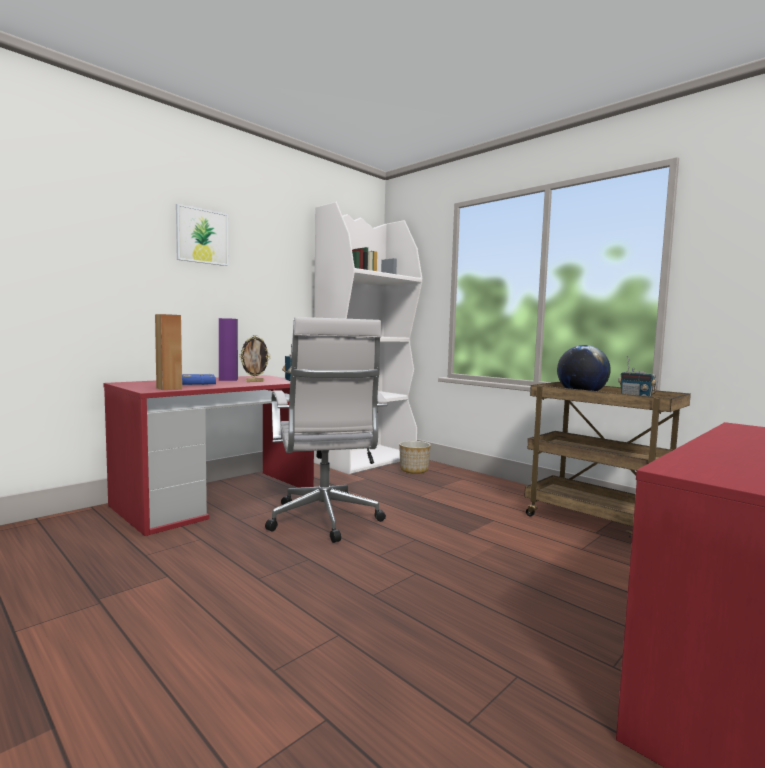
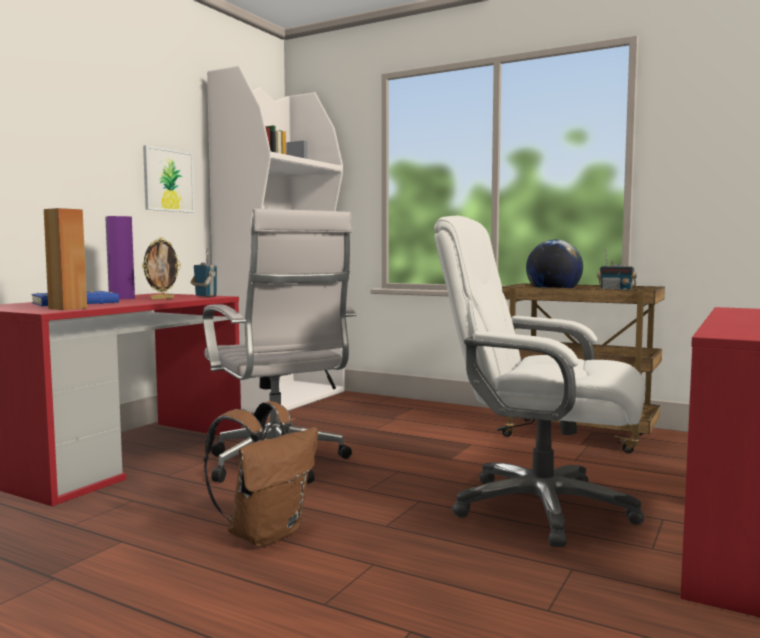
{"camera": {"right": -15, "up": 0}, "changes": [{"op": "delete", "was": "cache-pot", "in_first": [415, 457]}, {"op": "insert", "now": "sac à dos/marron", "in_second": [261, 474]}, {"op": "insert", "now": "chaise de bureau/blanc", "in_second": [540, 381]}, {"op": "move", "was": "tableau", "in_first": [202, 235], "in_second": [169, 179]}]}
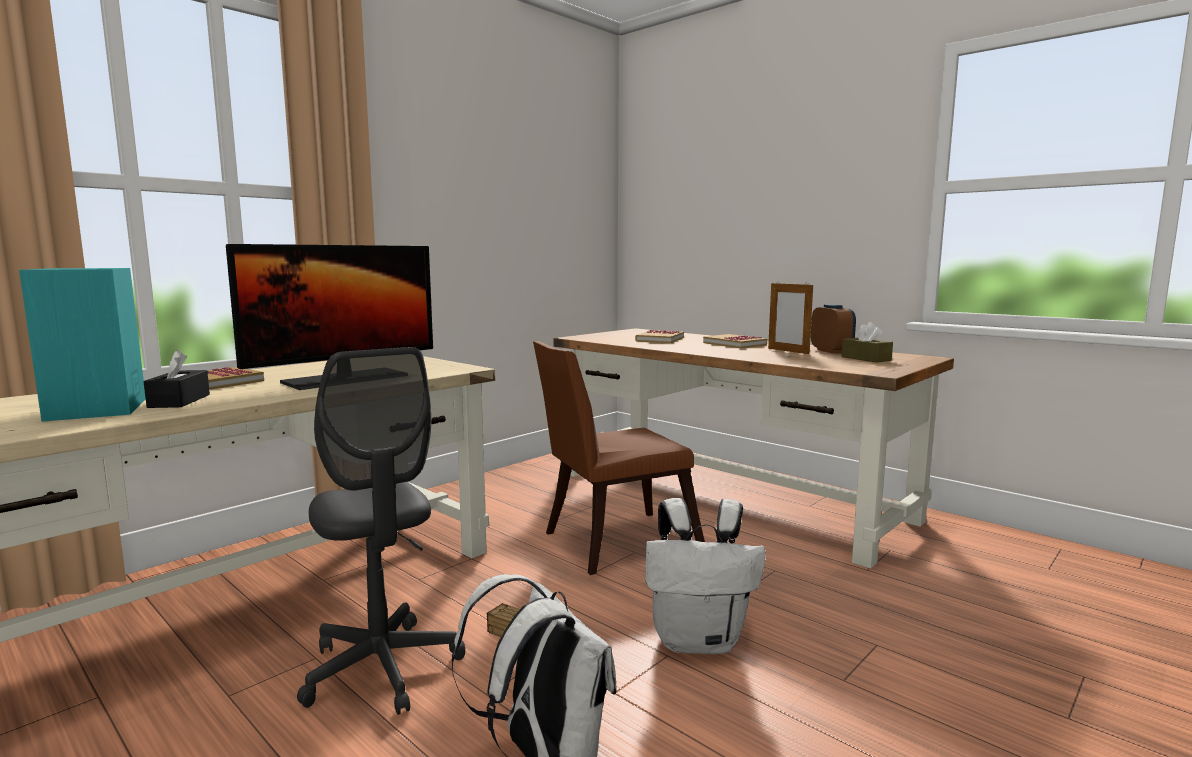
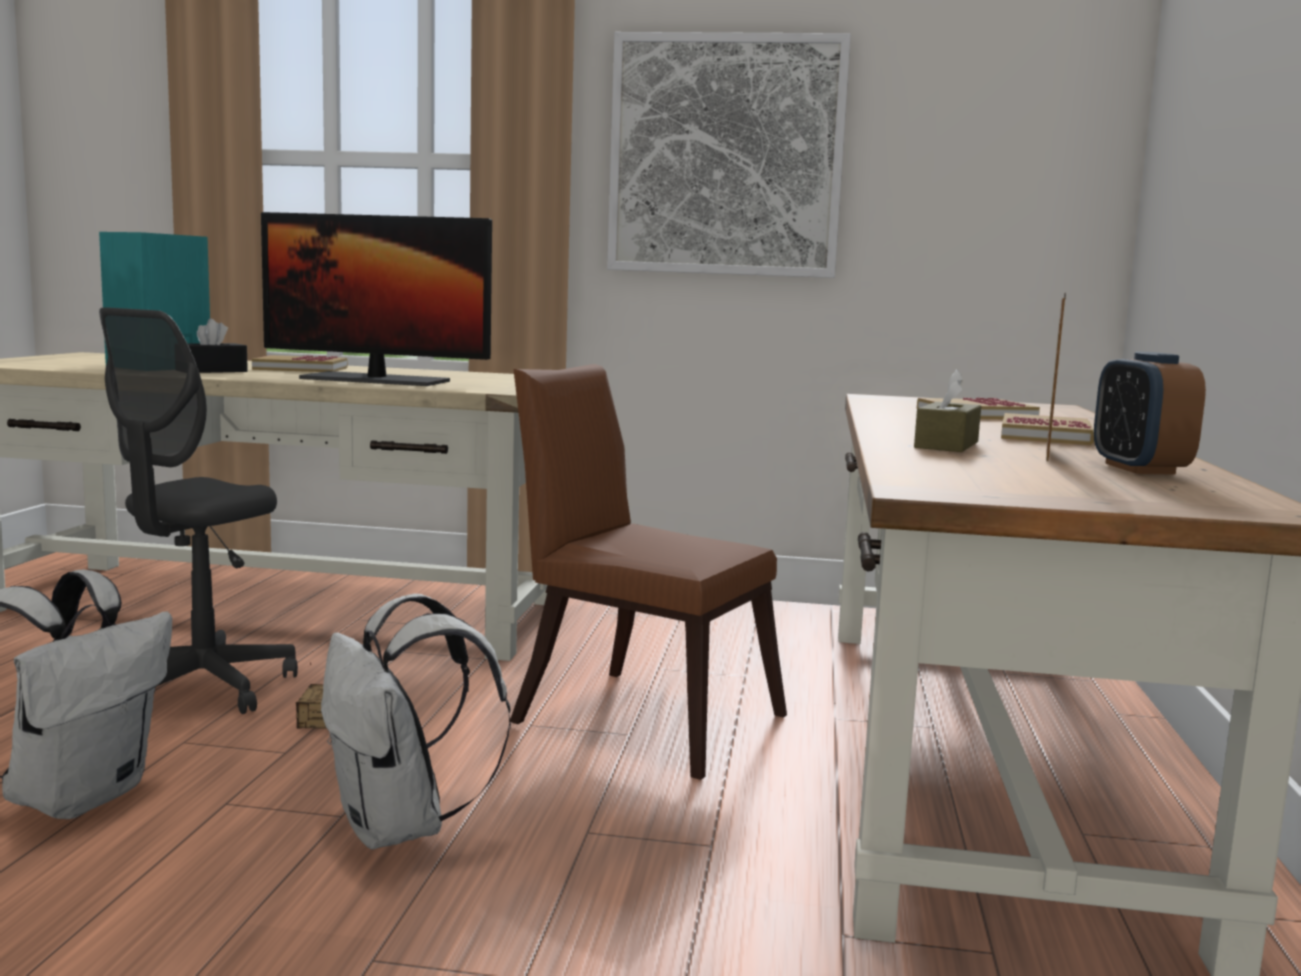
{"camera": {"right": 55, "up": 0}, "changes": [{"op": "insert", "now": "tableau", "in_second": [729, 155]}, {"op": "move", "was": "boîte à mouchoirs/marron", "in_first": [867, 342], "in_second": [947, 411]}, {"op": "rotate", "was": "réveil", "in_first": [833, 328], "in_second": [1150, 413], "clockwise": 135}]}
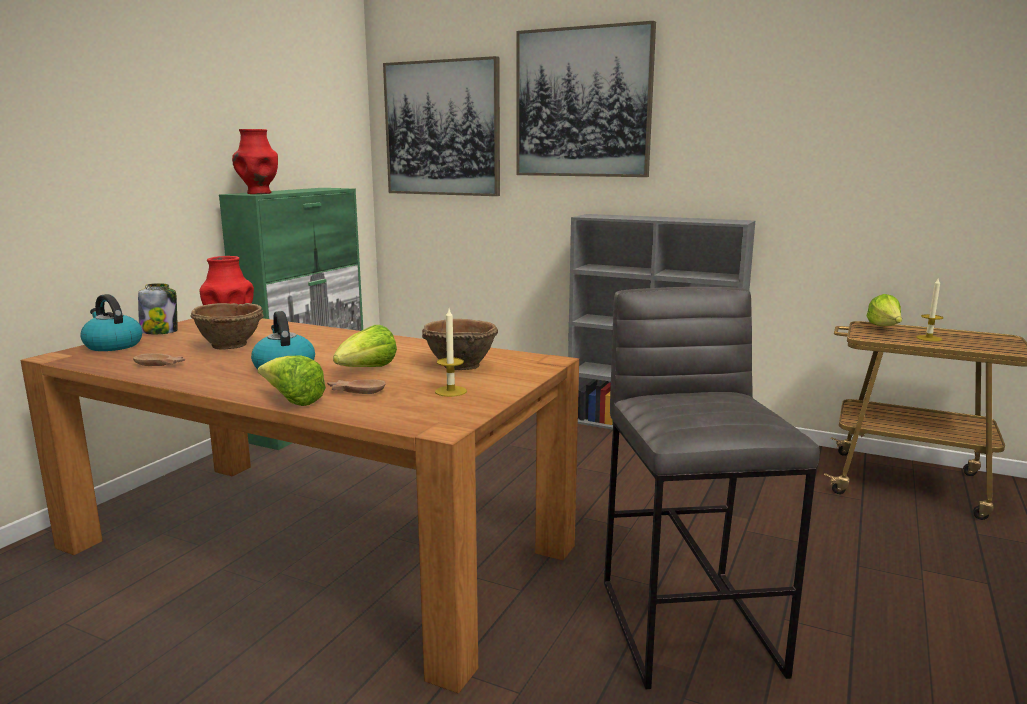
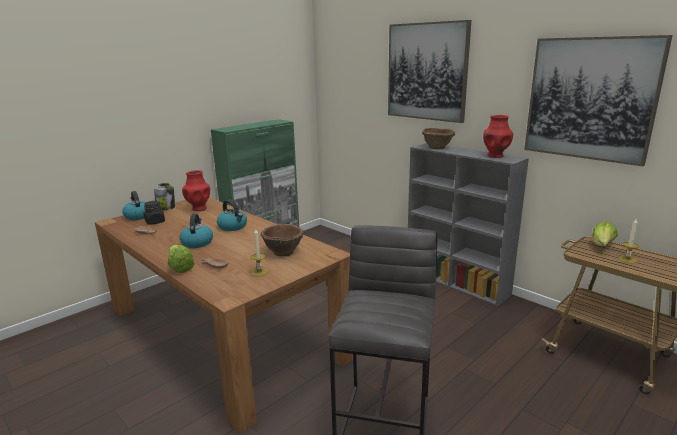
{"camera": {"right": 20, "up": 5}, "changes": [{"op": "delete", "was": "laitue", "in_first": [365, 346]}, {"op": "insert", "now": "bocal/noir", "in_second": [154, 213]}, {"op": "insert", "now": "bouilloire", "in_second": [232, 215]}, {"op": "move", "was": "bol/marron", "in_first": [227, 326], "in_second": [438, 138]}, {"op": "move", "was": "vase/rouge", "in_first": [255, 161], "in_second": [498, 136]}, {"op": "move", "was": "tableau", "in_first": [441, 126], "in_second": [598, 100]}]}
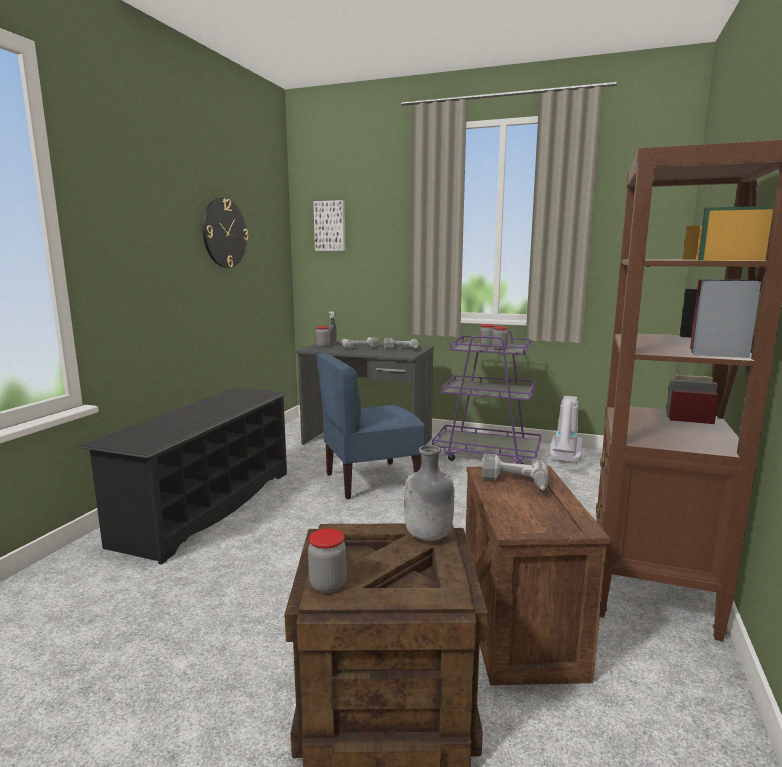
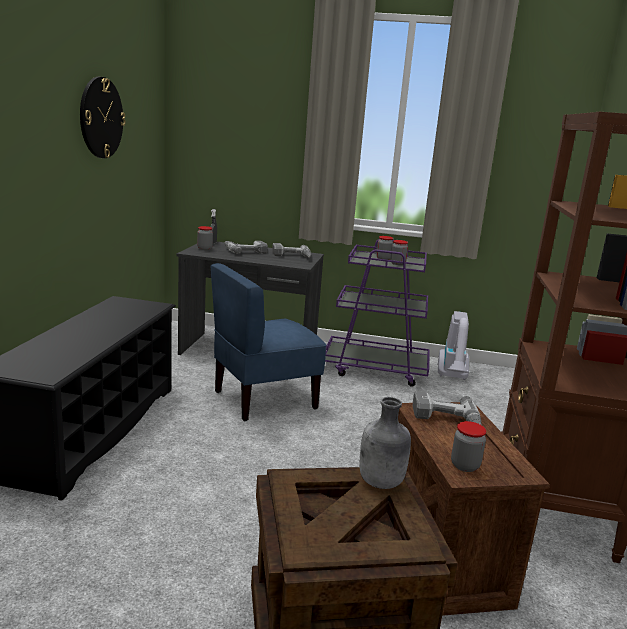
{"camera": {"right": -10, "up": 5}, "changes": [{"op": "delete", "was": "tableau", "in_first": [329, 225]}, {"op": "move", "was": "bocal", "in_first": [327, 560], "in_second": [468, 446]}]}
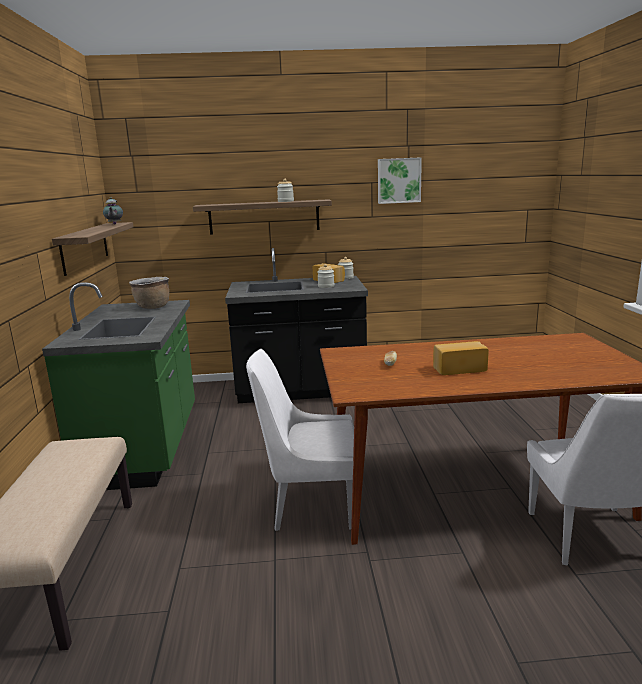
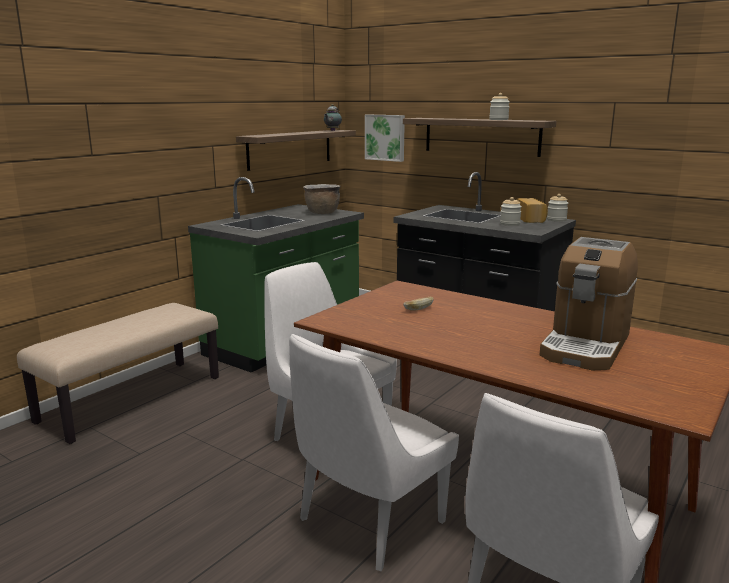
{"camera": {"right": 40, "up": 0}, "changes": [{"op": "delete", "was": "pain", "in_first": [461, 358]}, {"op": "insert", "now": "chaise/blanc", "in_second": [374, 452]}, {"op": "insert", "now": "machine à café", "in_second": [588, 303]}, {"op": "move", "was": "tableau", "in_first": [400, 180], "in_second": [385, 138]}]}
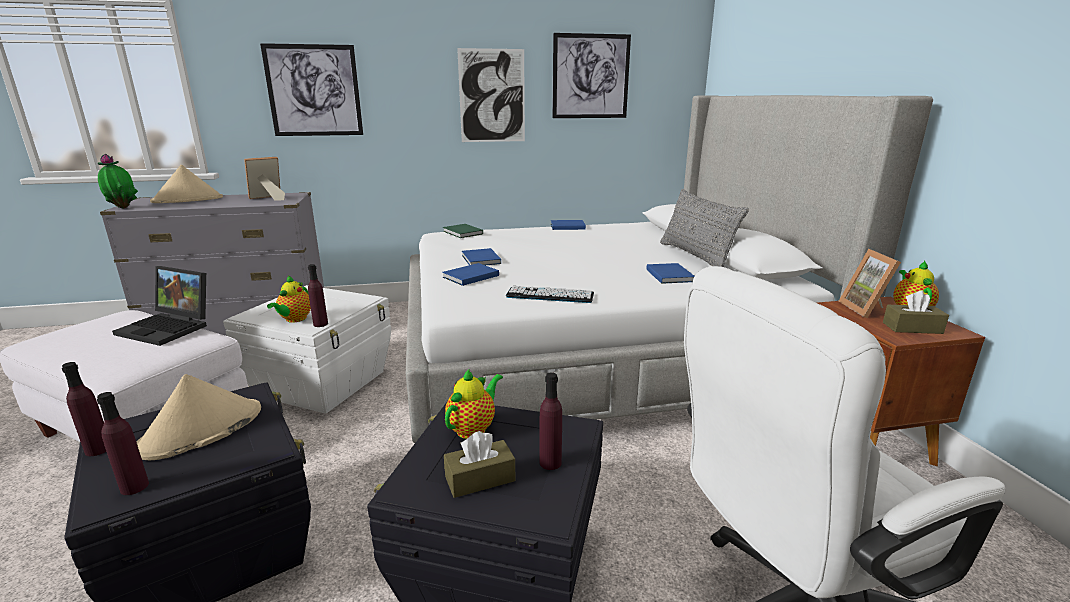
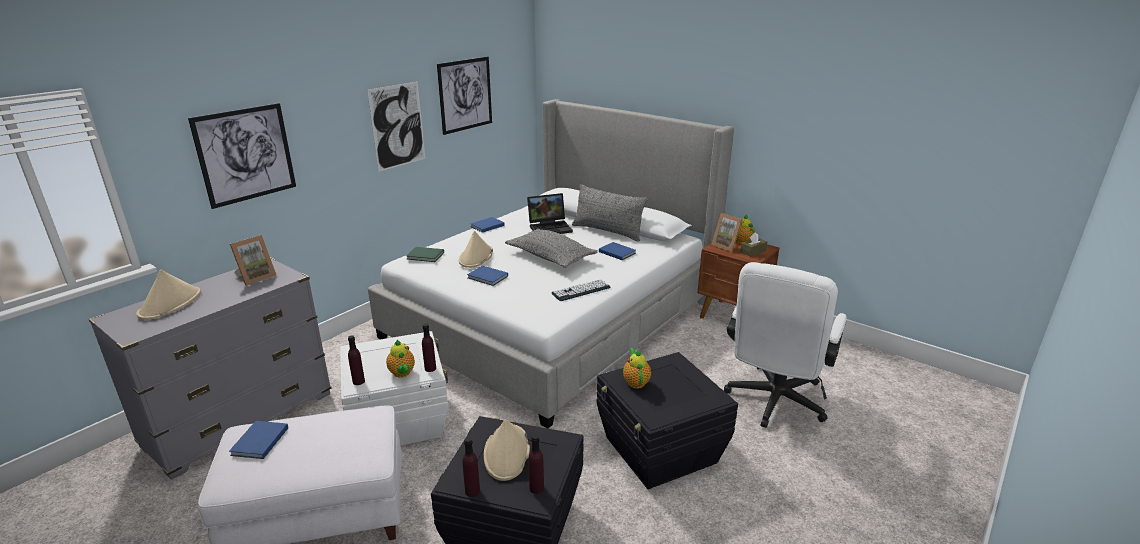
{"camera": {"right": -40, "up": 5}, "changes": [{"op": "delete", "was": "plante en pot", "in_first": [118, 181]}, {"op": "delete", "was": "boîte à mouchoirs/marron", "in_first": [480, 464]}, {"op": "insert", "now": "chapeau/beige", "in_second": [476, 249]}, {"op": "insert", "now": "coussin/gris", "in_second": [551, 248]}, {"op": "move", "was": "ordinateur portable", "in_first": [159, 306], "in_second": [550, 213]}, {"op": "move", "was": "livre/bleu", "in_first": [470, 274], "in_second": [258, 440]}, {"op": "move", "was": "bouteille/violet", "in_first": [550, 421], "in_second": [356, 360]}, {"op": "rotate", "was": "cadre photo", "in_first": [264, 179], "in_second": [253, 260], "clockwise": -150}]}
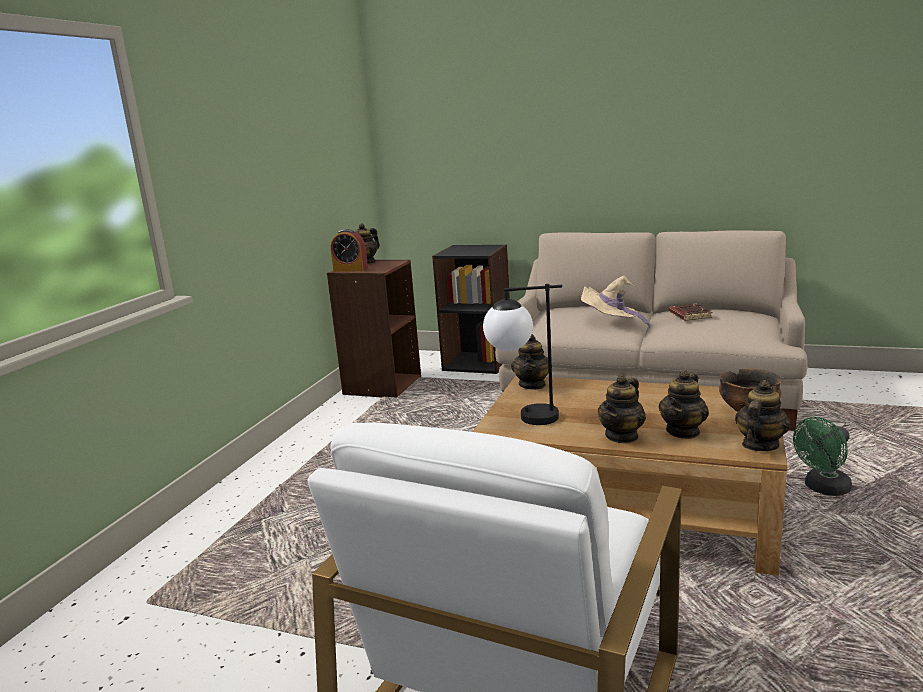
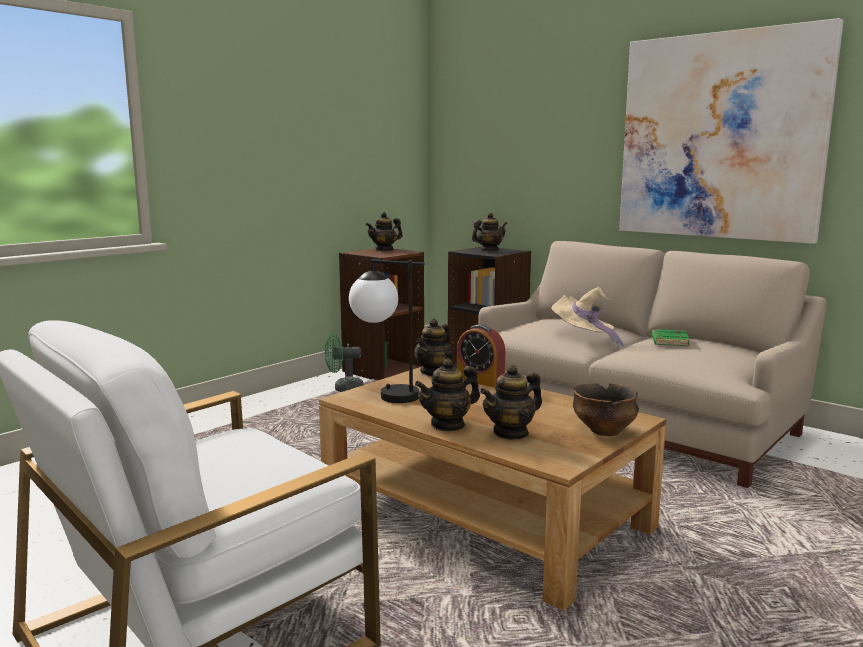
{"camera": {"right": 20, "up": -5}, "changes": [{"op": "insert", "now": "tableau", "in_second": [731, 131]}, {"op": "move", "was": "réveil", "in_first": [349, 250], "in_second": [481, 355]}, {"op": "move", "was": "théière", "in_first": [762, 415], "in_second": [489, 232]}, {"op": "move", "was": "ventilateur/vert", "in_first": [822, 456], "in_second": [344, 363]}, {"op": "recolor", "was": "livre/marron", "now": "livre/vert", "in_first": [690, 312], "in_second": [671, 337]}]}
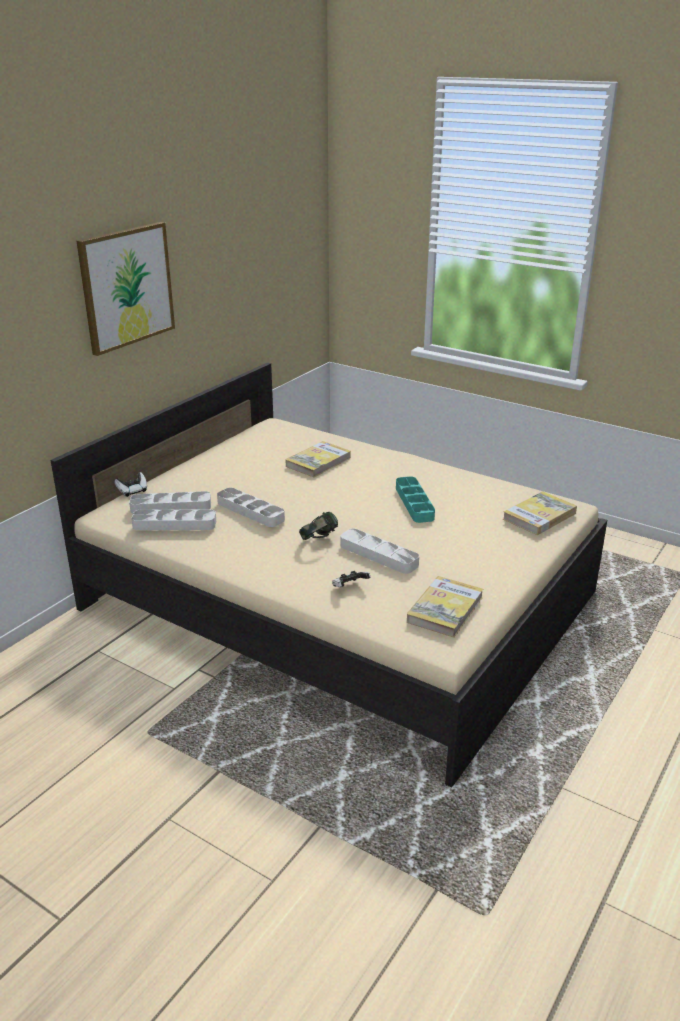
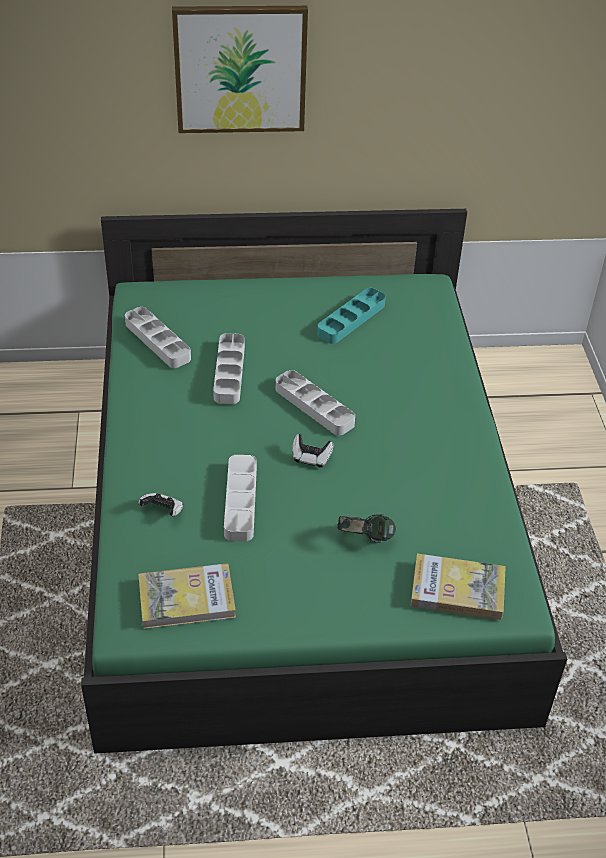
{"camera": {"right": 50, "up": 15}, "changes": [{"op": "delete", "was": "livre", "in_first": [318, 459]}, {"op": "move", "was": "manette", "in_first": [131, 484], "in_second": [312, 450]}, {"op": "move", "was": "plateau/gris", "in_first": [170, 502], "in_second": [315, 402]}, {"op": "move", "was": "casque audio", "in_first": [318, 525], "in_second": [366, 528]}, {"op": "move", "was": "plateau/turquoise", "in_first": [415, 499], "in_second": [351, 316]}, {"op": "recolor", "was": "lit/beige", "now": "lit/vert", "in_first": [329, 575], "in_second": [324, 481]}]}
